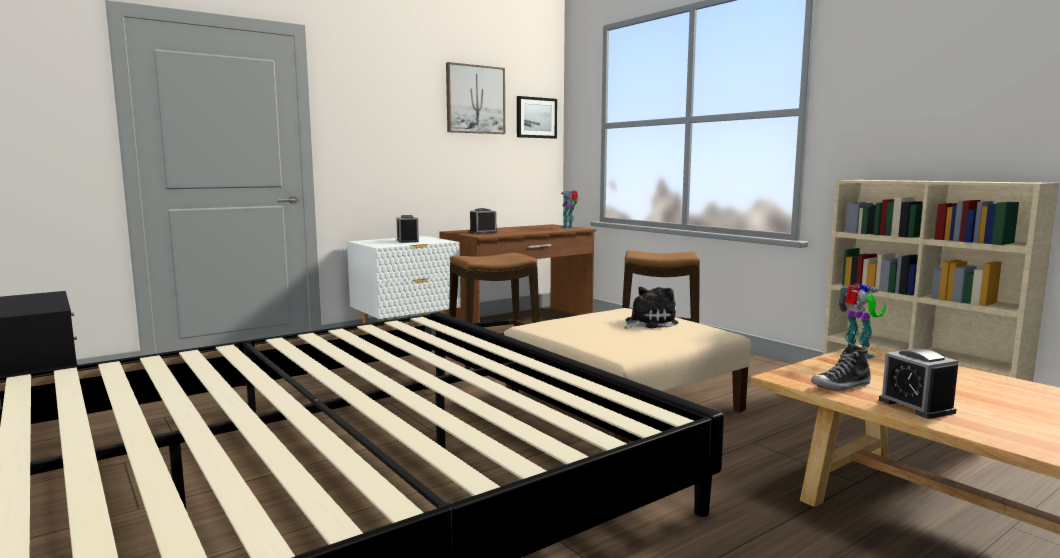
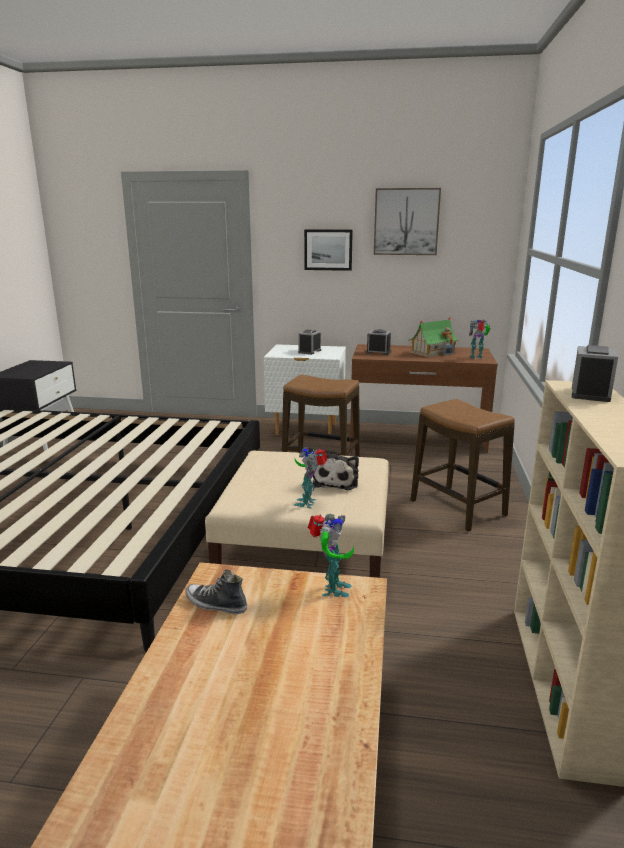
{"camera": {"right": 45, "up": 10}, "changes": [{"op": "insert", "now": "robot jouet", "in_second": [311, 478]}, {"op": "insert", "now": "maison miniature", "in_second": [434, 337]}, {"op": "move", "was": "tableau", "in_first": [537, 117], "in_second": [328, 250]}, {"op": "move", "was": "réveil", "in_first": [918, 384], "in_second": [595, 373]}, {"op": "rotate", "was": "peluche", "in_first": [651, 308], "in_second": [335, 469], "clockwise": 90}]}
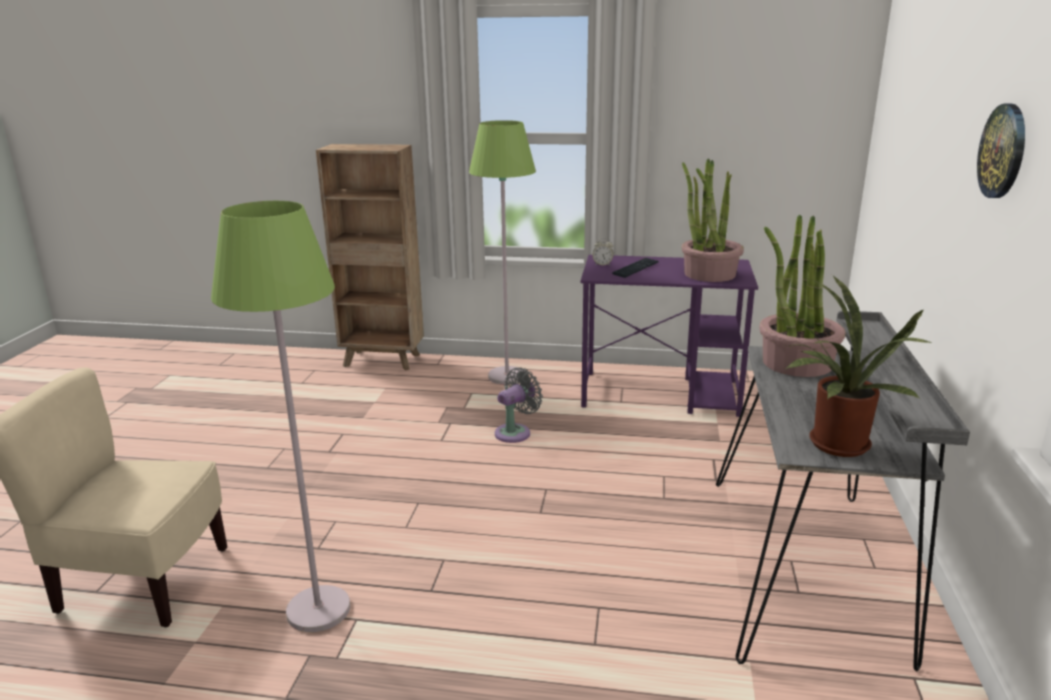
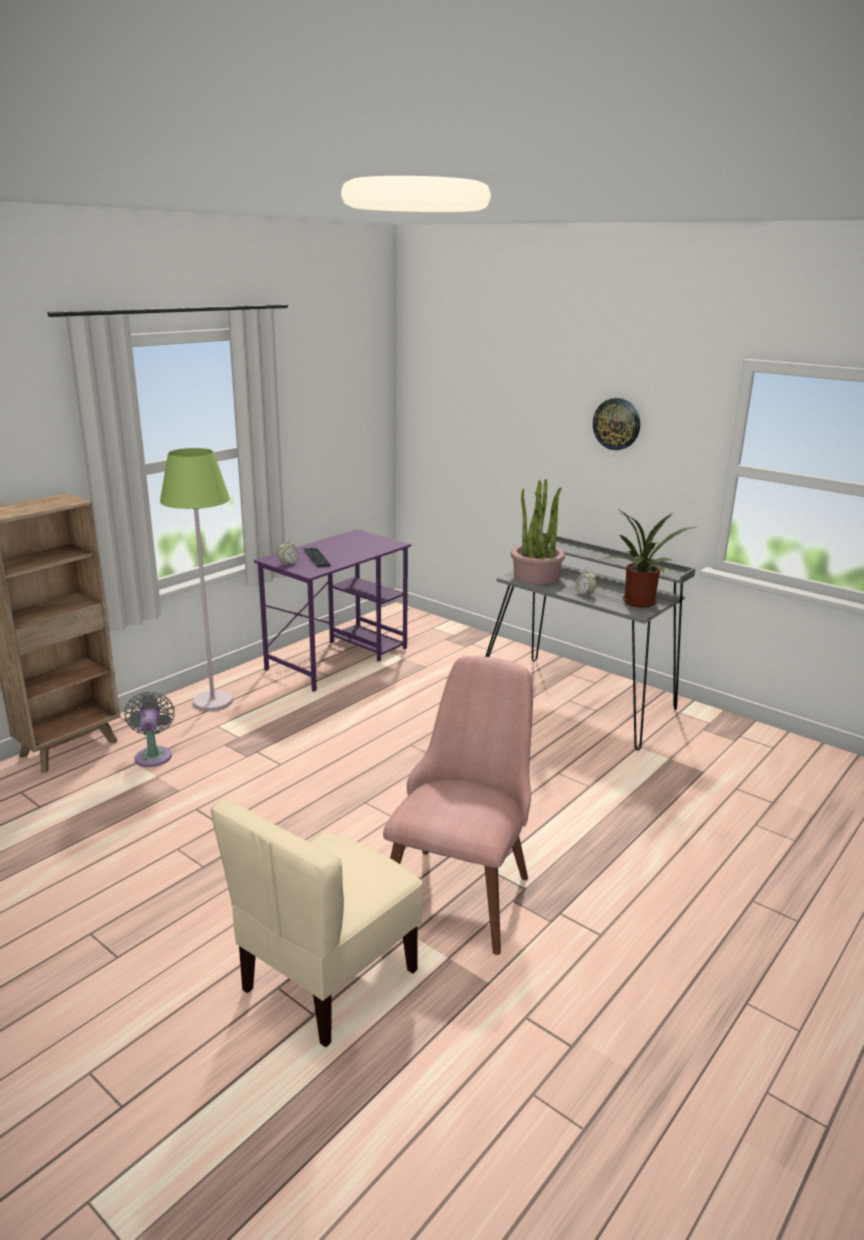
{"camera": {"right": -60, "up": 0}, "changes": [{"op": "delete", "was": "plante en pot", "in_first": [712, 220]}, {"op": "insert", "now": "réveil", "in_second": [585, 581]}, {"op": "move", "was": "ventilateur/gris", "in_first": [519, 405], "in_second": [149, 729]}, {"op": "replace", "was": "lampadaire/vert", "now": "chaise/rose", "in_first": [280, 416], "in_second": [458, 805]}]}
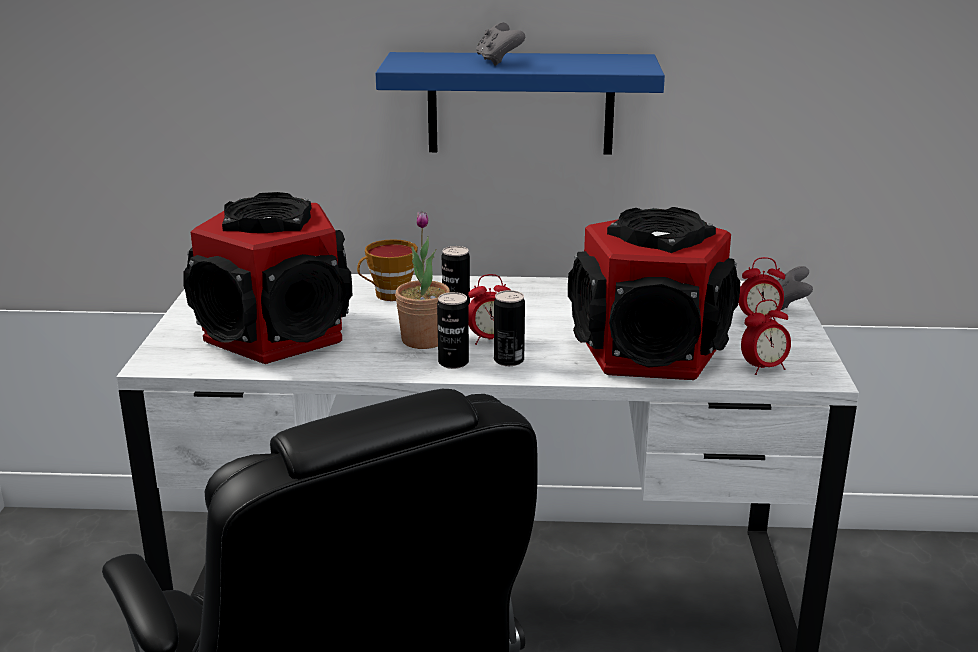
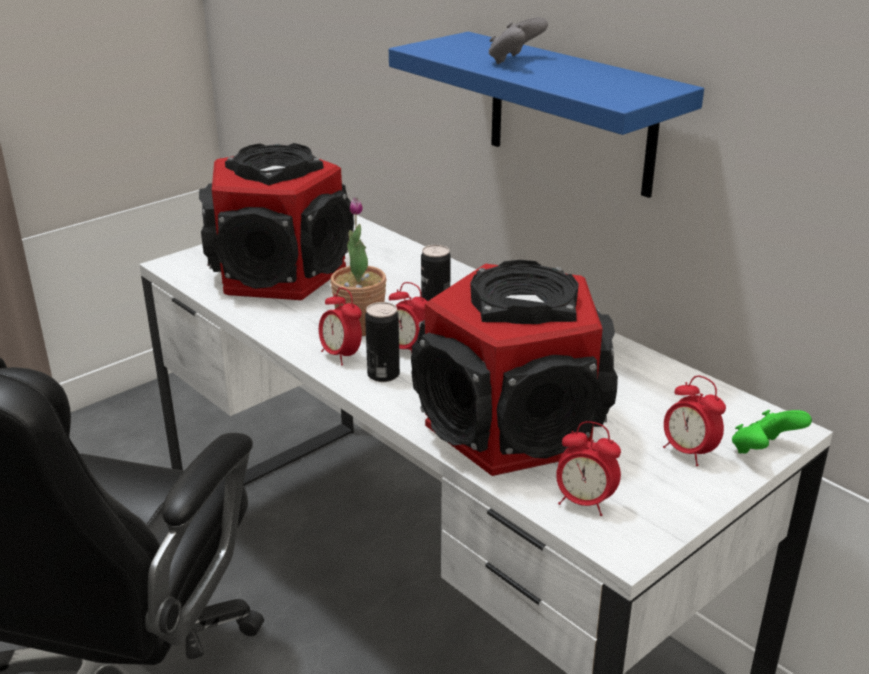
{"camera": {"right": 45, "up": 5}, "changes": [{"op": "delete", "was": "tasse", "in_first": [387, 270]}, {"op": "replace", "was": "boîte métallique", "now": "réveil", "in_first": [453, 330], "in_second": [340, 326]}, {"op": "recolor", "was": "manette/gris", "now": "manette/vert", "in_first": [795, 288], "in_second": [772, 431]}]}
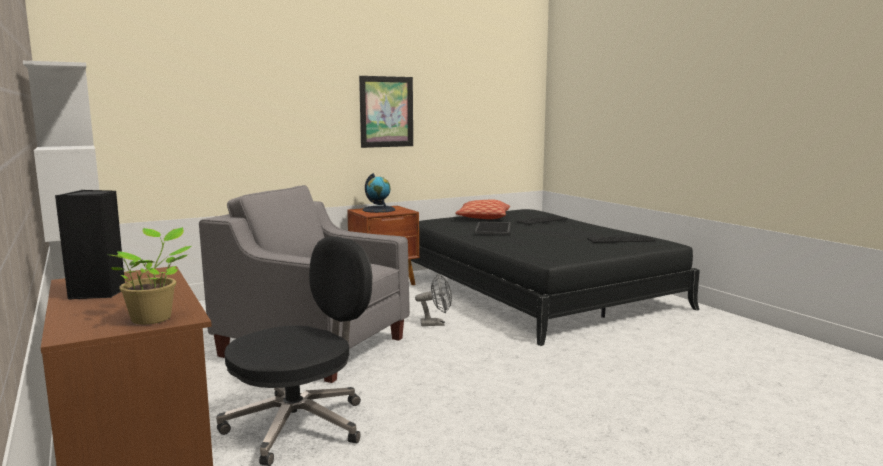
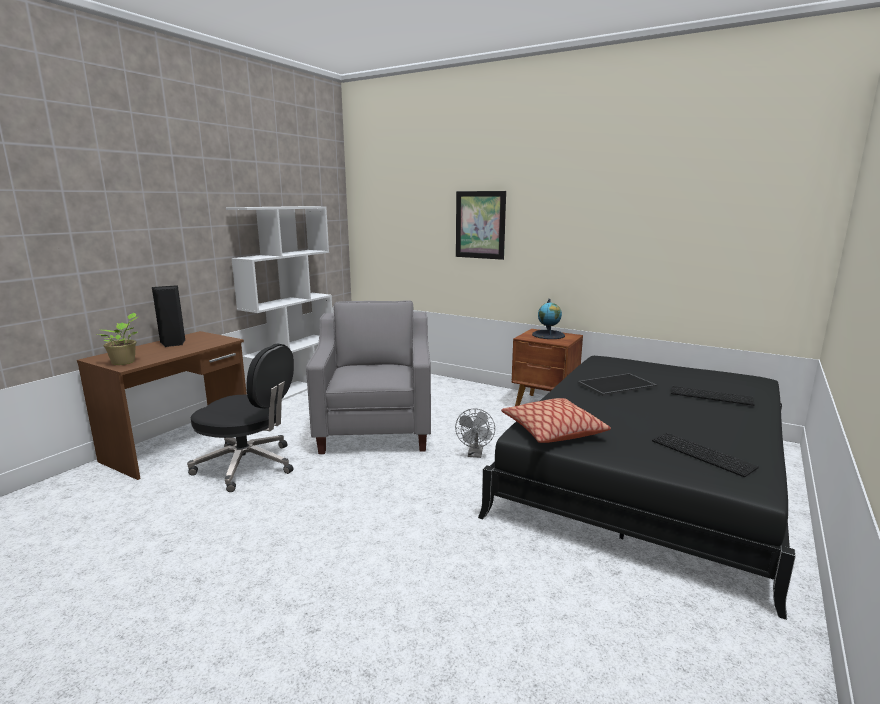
{"camera": {"right": 60, "up": 5}, "changes": [{"op": "move", "was": "tableau", "in_first": [386, 112], "in_second": [481, 225]}, {"op": "move", "was": "coussin", "in_first": [482, 209], "in_second": [556, 420]}, {"op": "rotate", "was": "ventilateur/gris", "in_first": [433, 300], "in_second": [475, 433], "clockwise": 45}]}
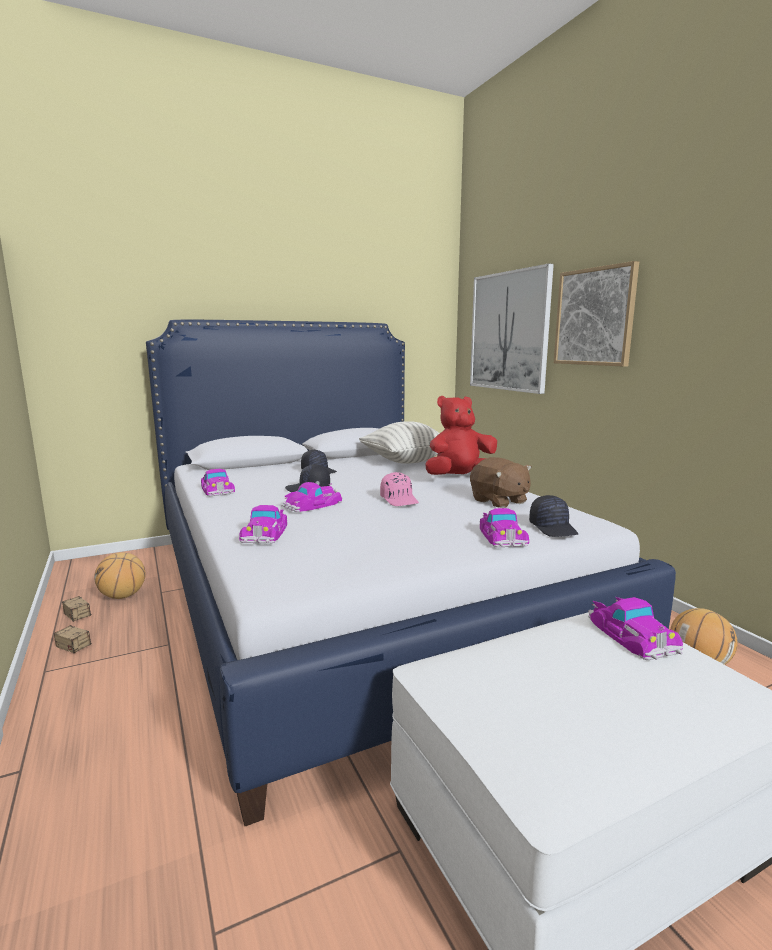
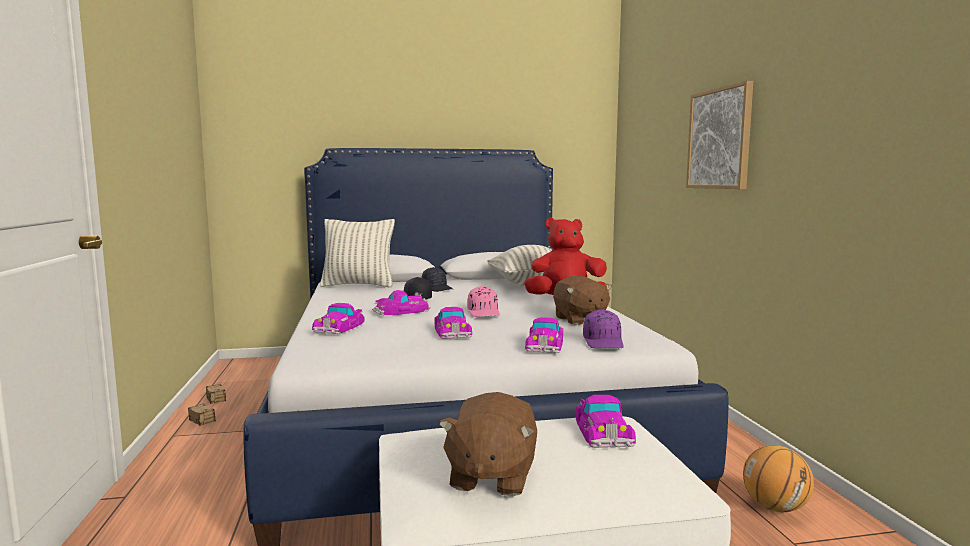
{"camera": {"right": 15, "up": -5}, "changes": [{"op": "delete", "was": "ballon de basket", "in_first": [120, 575]}, {"op": "delete", "was": "tableau", "in_first": [512, 329]}, {"op": "insert", "now": "coussin", "in_second": [357, 253]}, {"op": "insert", "now": "peluche/marron", "in_second": [488, 444]}, {"op": "move", "was": "petite voiture", "in_first": [218, 482], "in_second": [453, 323]}, {"op": "recolor", "was": "casquette/noir", "now": "casquette/violet", "in_first": [553, 516], "in_second": [603, 328]}]}
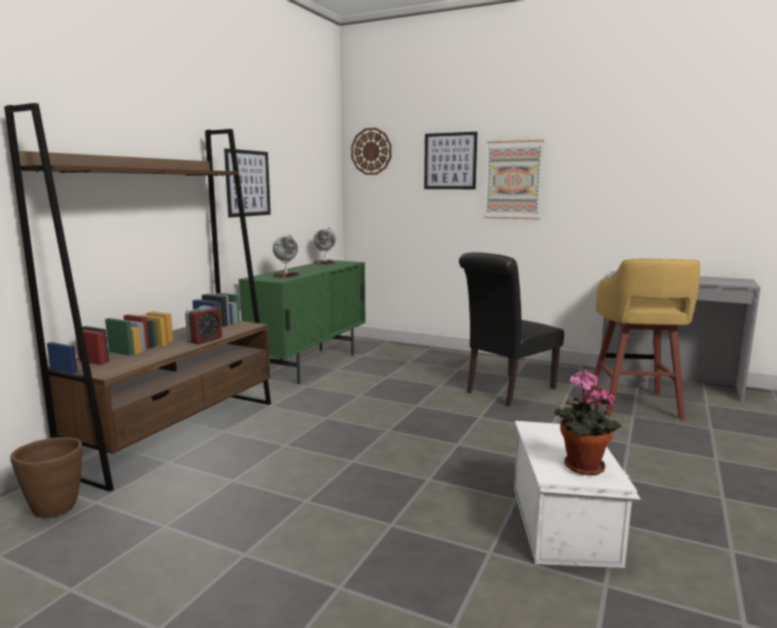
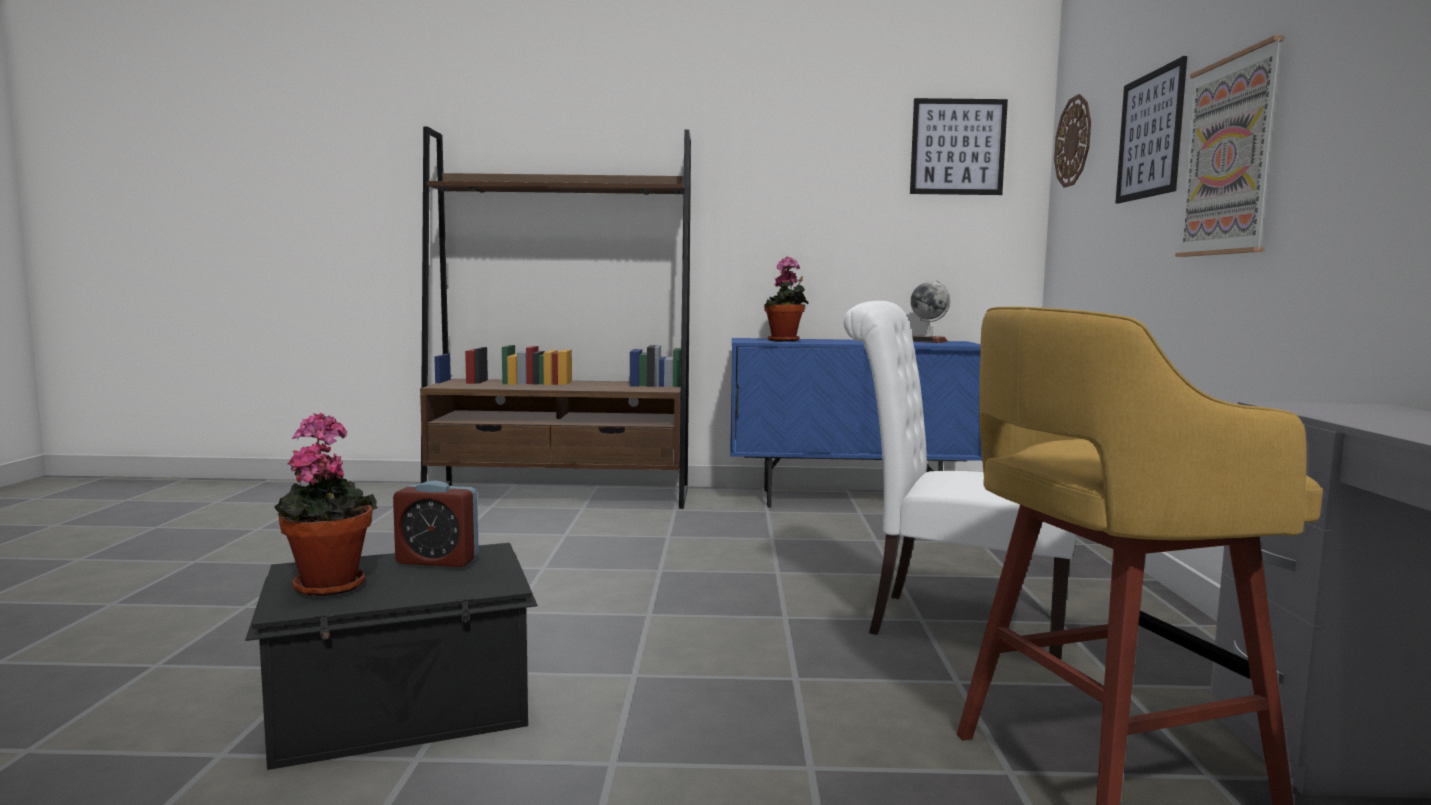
{"camera": {"right": 65, "up": -5}, "changes": [{"op": "delete", "was": "cache-pot/marron", "in_first": [46, 477]}, {"op": "move", "was": "réveil", "in_first": [203, 325], "in_second": [436, 524]}, {"op": "move", "was": "tableau", "in_first": [247, 183], "in_second": [959, 146]}, {"op": "replace", "was": "globe", "now": "plante en pot", "in_first": [286, 256], "in_second": [786, 299]}, {"op": "recolor", "was": "meuble de rangement/vert", "now": "meuble de rangement/bleu", "in_first": [302, 322], "in_second": [856, 423]}, {"op": "recolor", "was": "chaise/noir", "now": "chaise/blanc", "in_first": [511, 329], "in_second": [960, 480]}, {"op": "recolor", "was": "boîte de rangement/blanc", "now": "boîte de rangement/noir", "in_first": [577, 494], "in_second": [391, 656]}]}
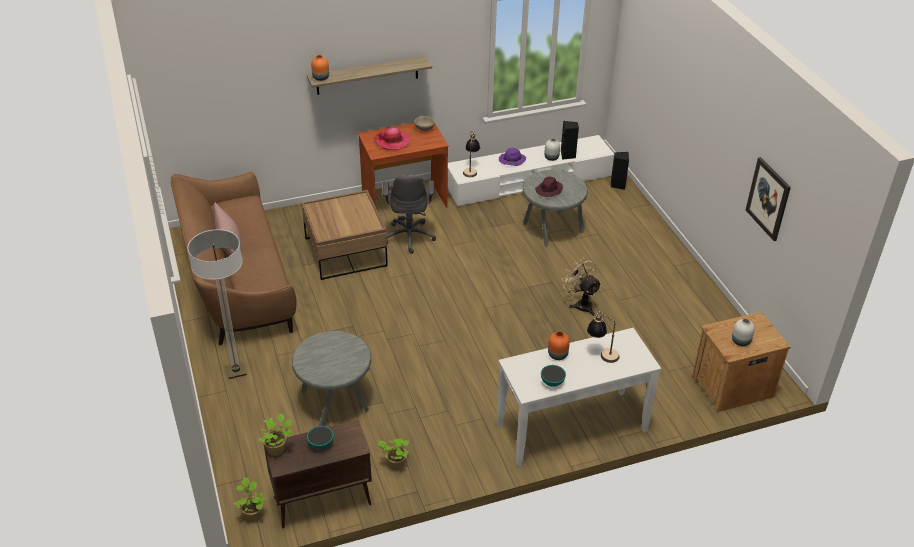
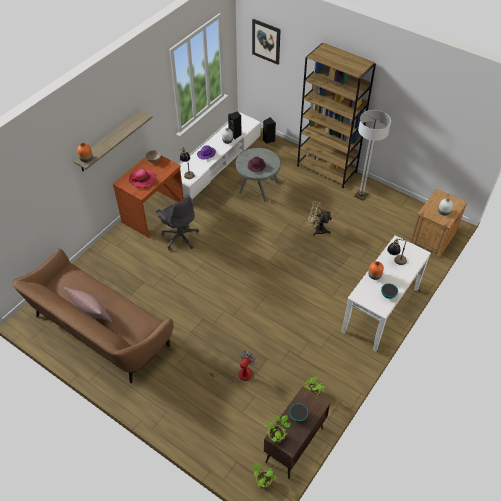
{"camera": {"right": -35, "up": 10}, "changes": [{"op": "delete", "was": "table basse/marron", "in_first": [344, 235]}, {"op": "insert", "now": "bibliothèque/marron", "in_second": [336, 115]}, {"op": "move", "was": "lampadaire", "in_first": [217, 304], "in_second": [372, 155]}, {"op": "move", "was": "tableau", "in_first": [768, 199], "in_second": [266, 42]}, {"op": "replace", "was": "table d'appoint/gris", "now": "ventilateur", "in_first": [331, 378], "in_second": [233, 367]}]}
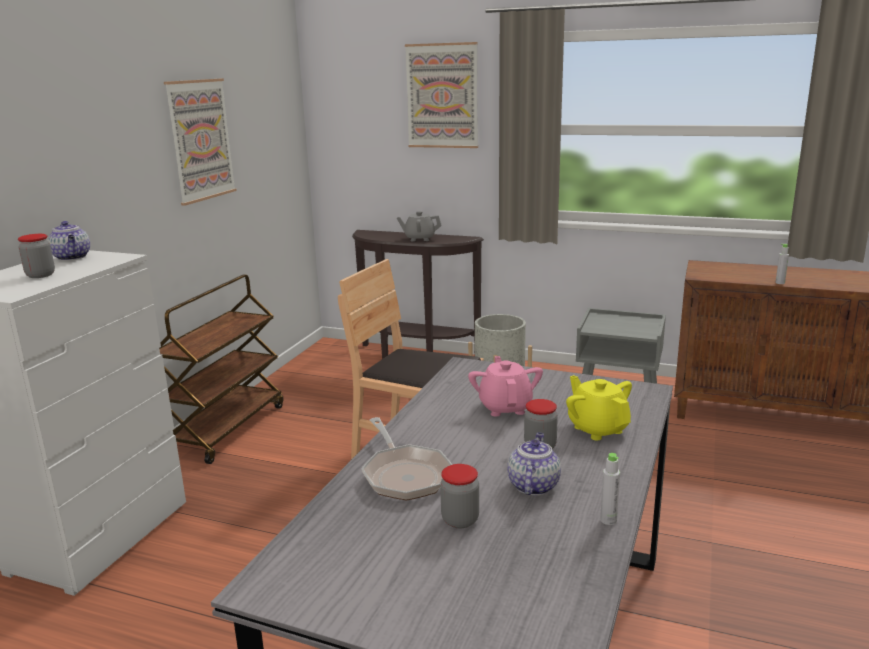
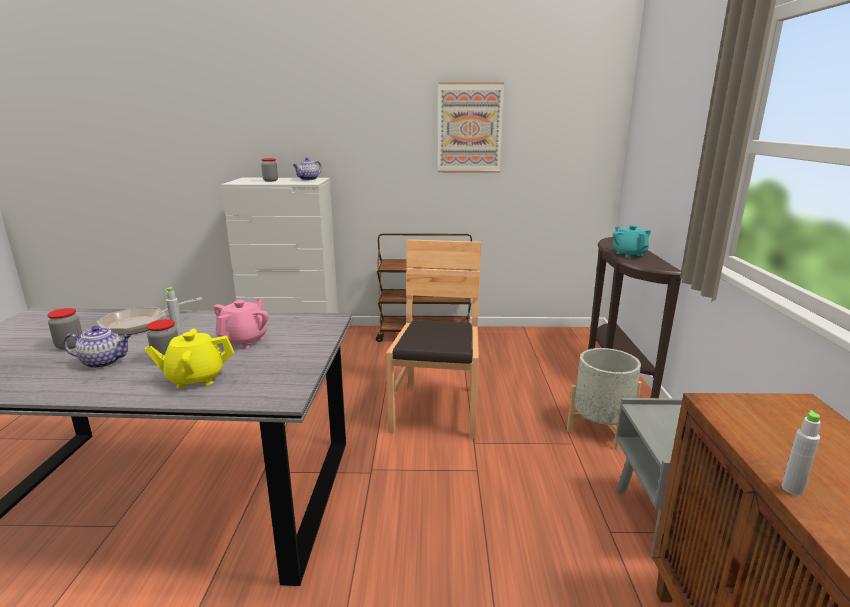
{"camera": {"right": 70, "up": 0}, "changes": [{"op": "delete", "was": "tableau", "in_first": [441, 95]}, {"op": "move", "was": "bouteille/gris", "in_first": [610, 489], "in_second": [174, 310]}, {"op": "recolor", "was": "théière/gris", "now": "théière/turquoise", "in_first": [419, 226], "in_second": [632, 241]}, {"op": "rotate", "was": "théière/rose", "in_first": [505, 386], "in_second": [241, 323], "clockwise": -45}, {"op": "rotate", "was": "théière/jaune", "in_first": [599, 407], "in_second": [189, 359], "clockwise": -150}]}
